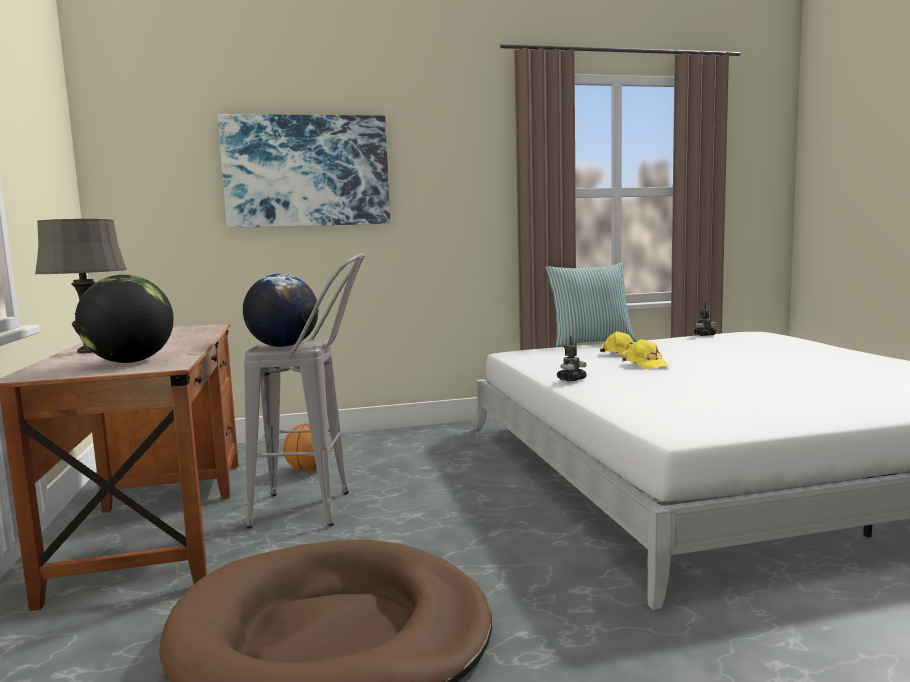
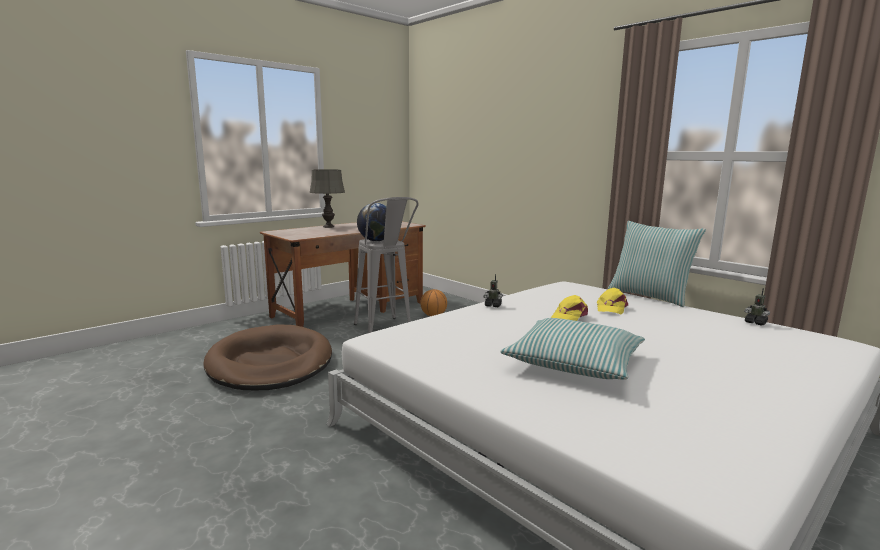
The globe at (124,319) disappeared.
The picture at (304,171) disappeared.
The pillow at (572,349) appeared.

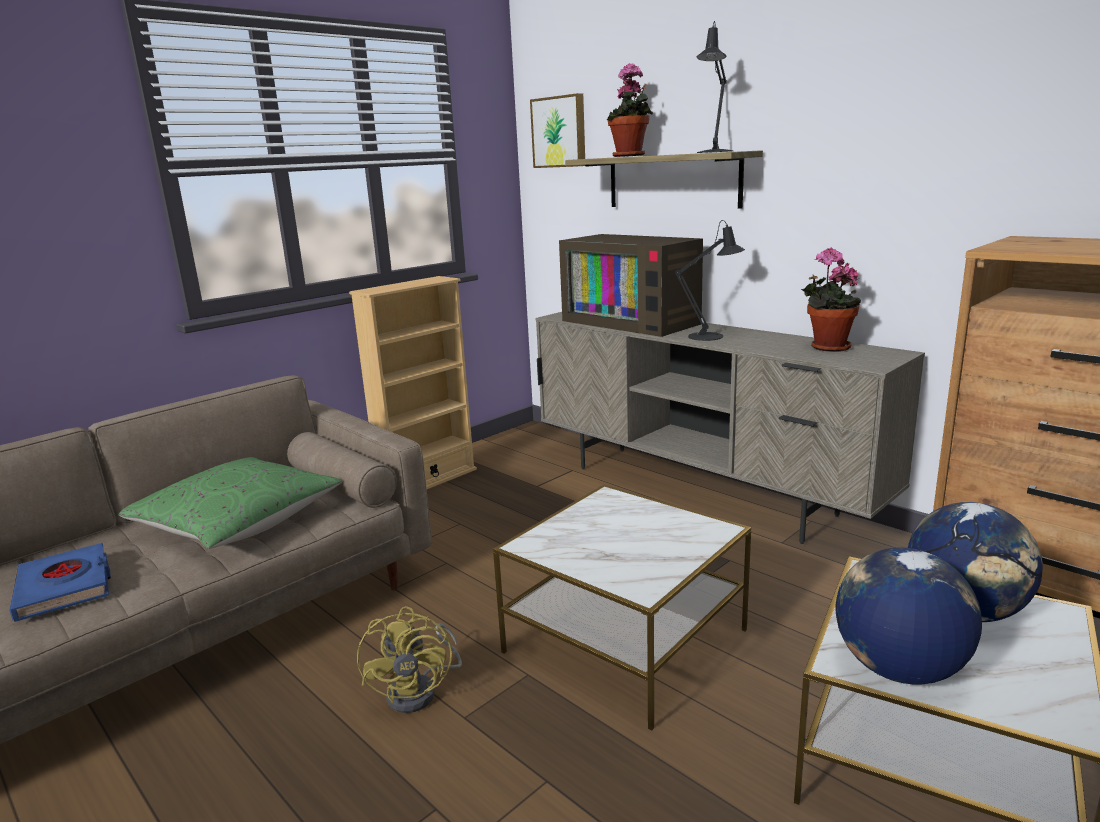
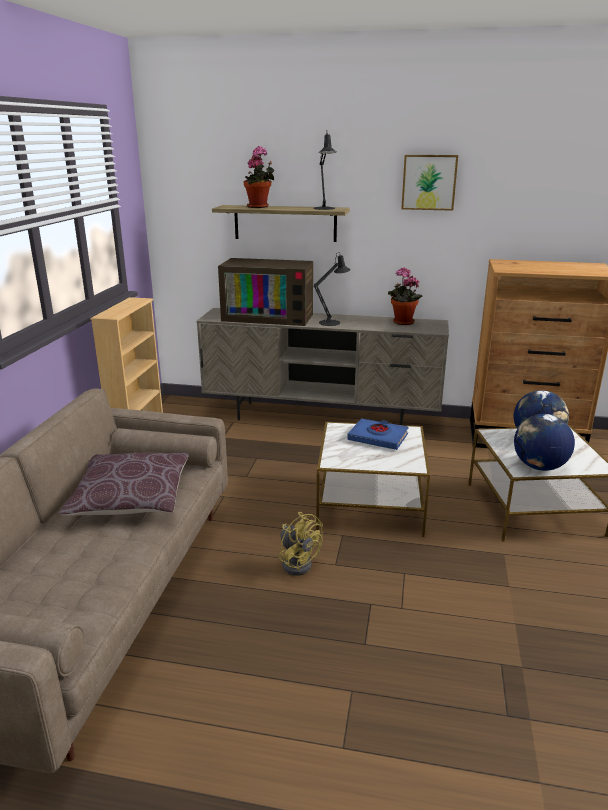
The blue book moved from (60,582) to (378,434).
The picture moved from (557,130) to (429,183).
The green pillow at (230,503) became the brown pillow at (124,484).

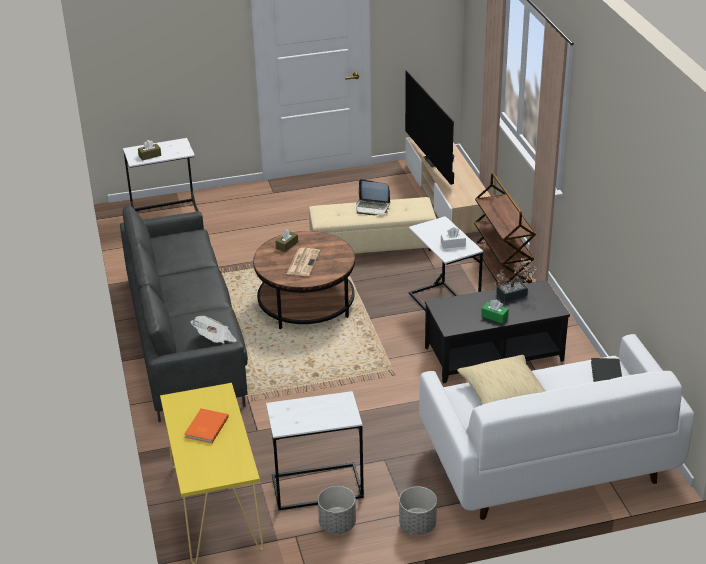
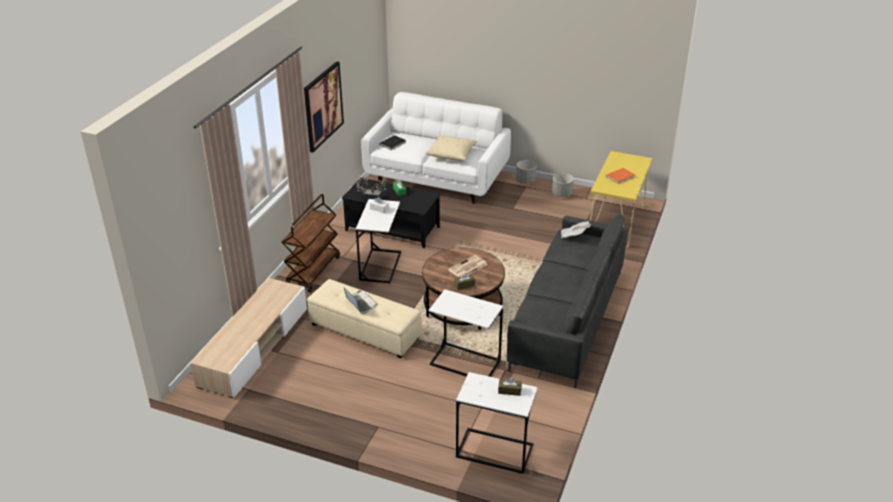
The television at (429,127) disappeared.
The picture at (324,107) appeared.
The white side table moved from (315,450) to (466,333).

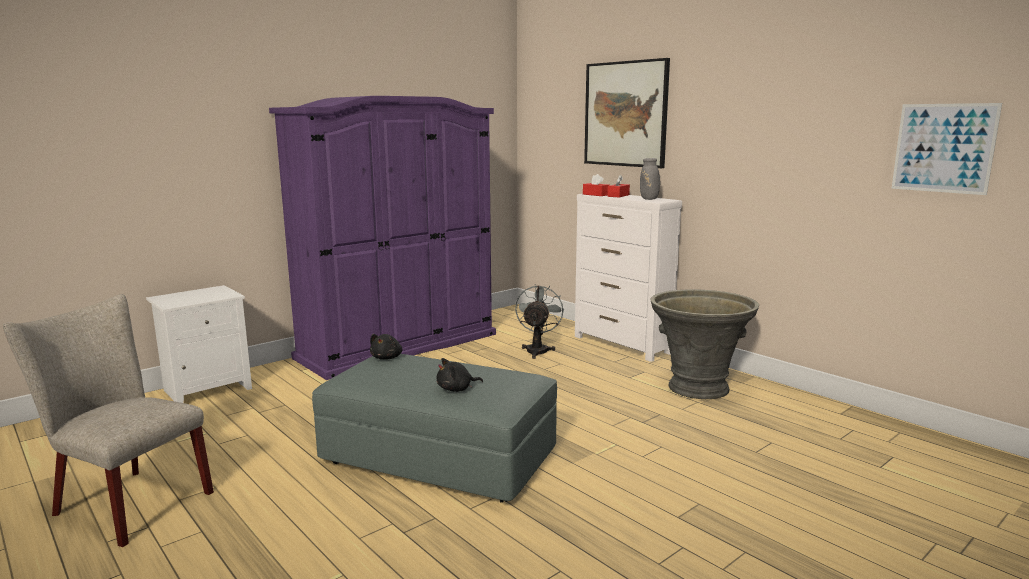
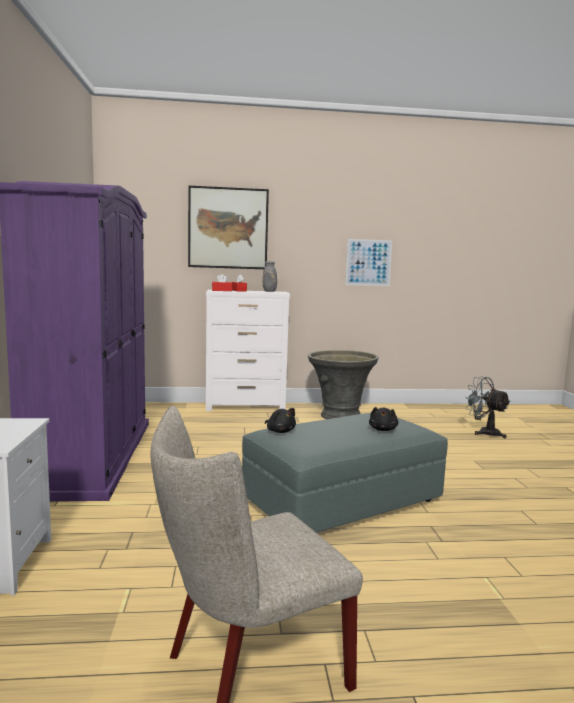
The grey fan moved from (539,321) to (487,407).
The picture moved from (946,149) to (368,262).

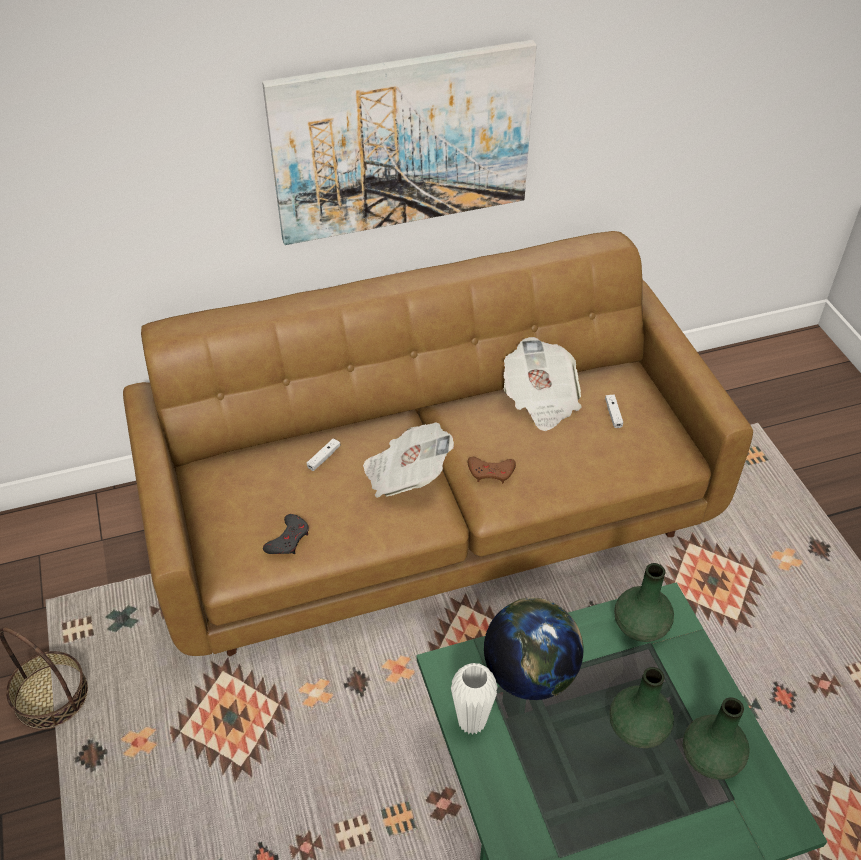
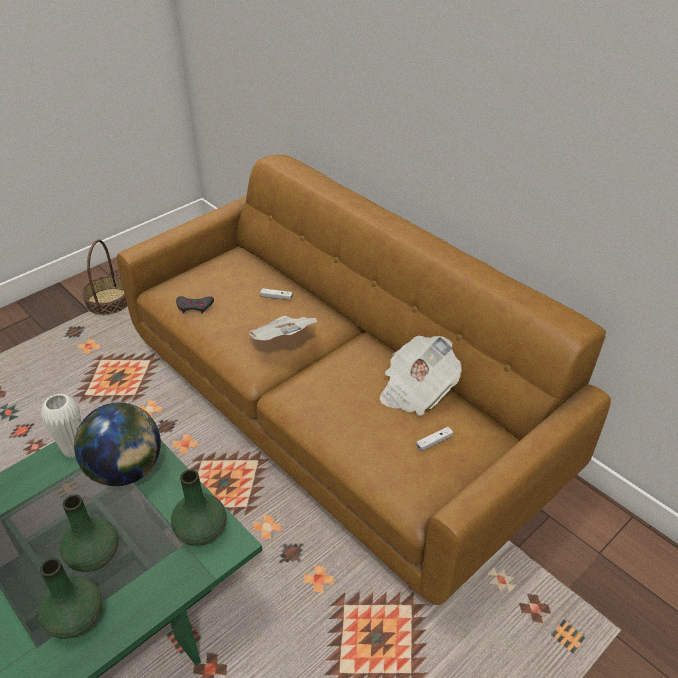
The picture at (399,142) disappeared.
The brown game controller at (492,470) disappeared.

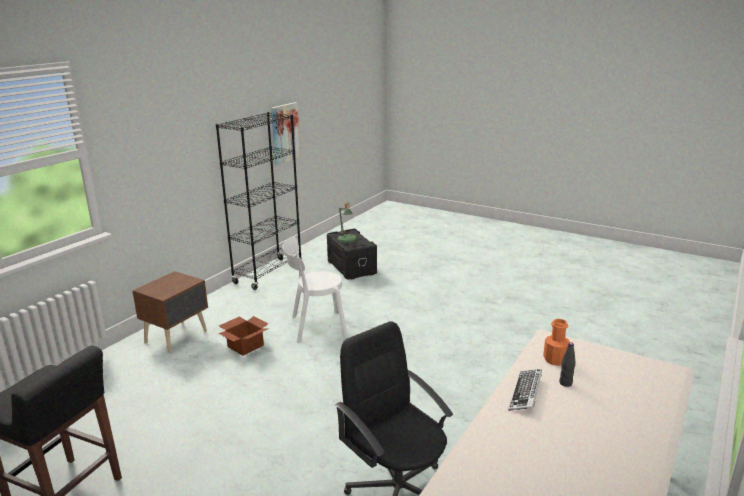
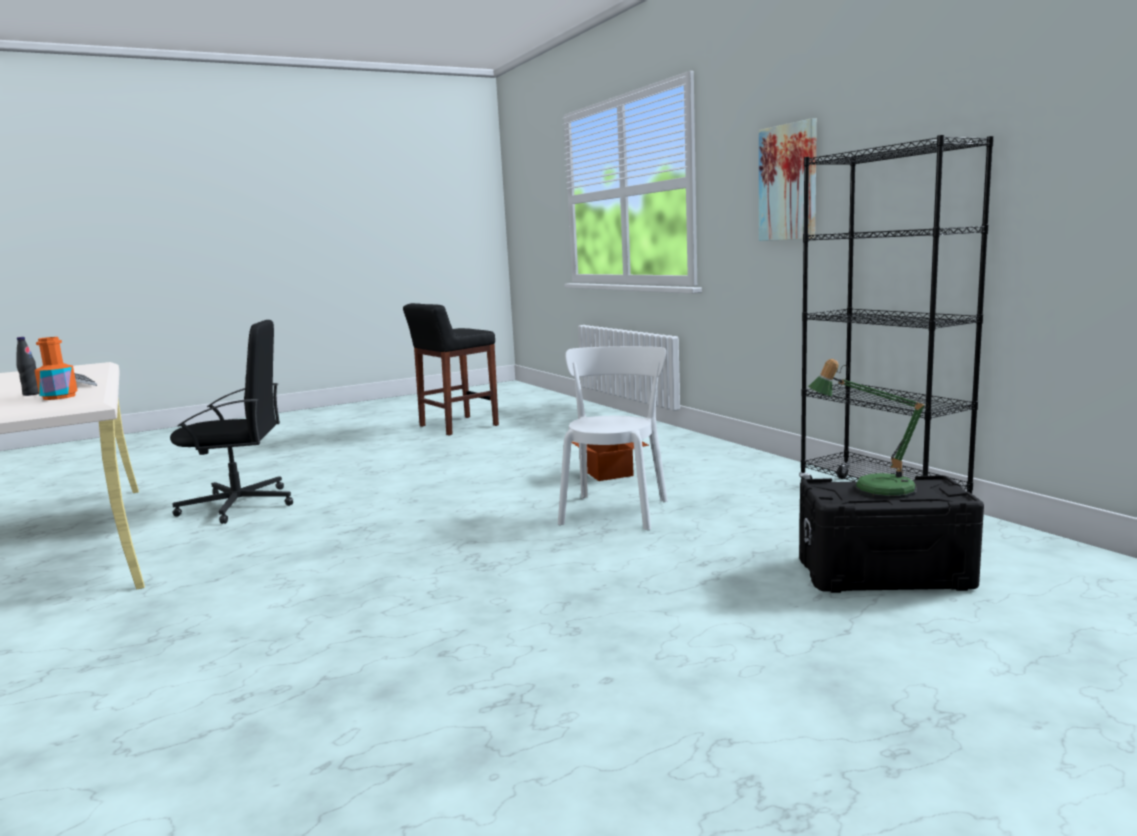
The brown nightstand at (170,312) disappeared.
The picture moved from (286,133) to (788,179).

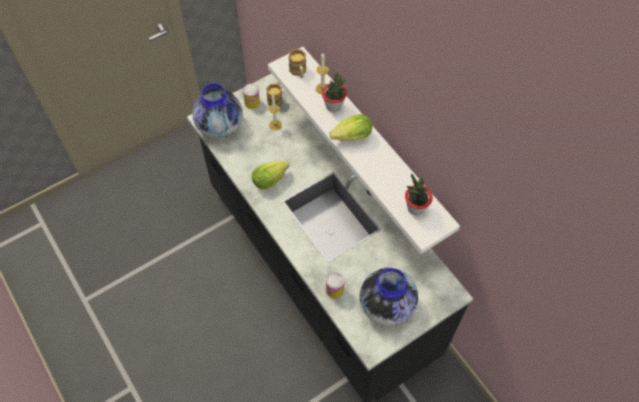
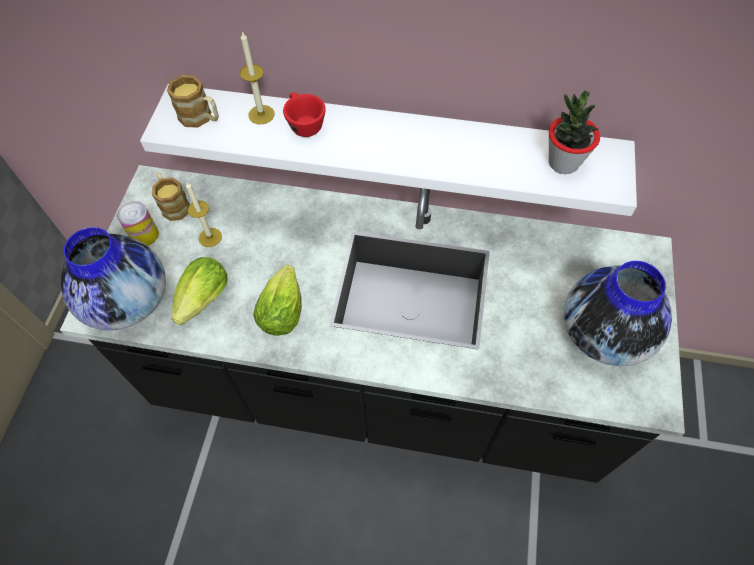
The can at (335,285) disappeared.
The lettuce moved from (350,127) to (200,291).
The potted plant at (334,92) was replaced by the red cup at (304,114).

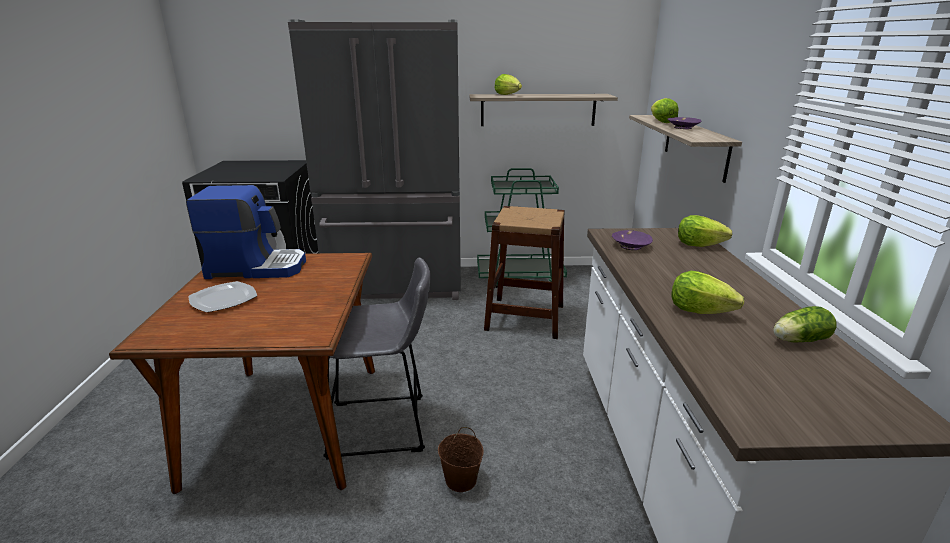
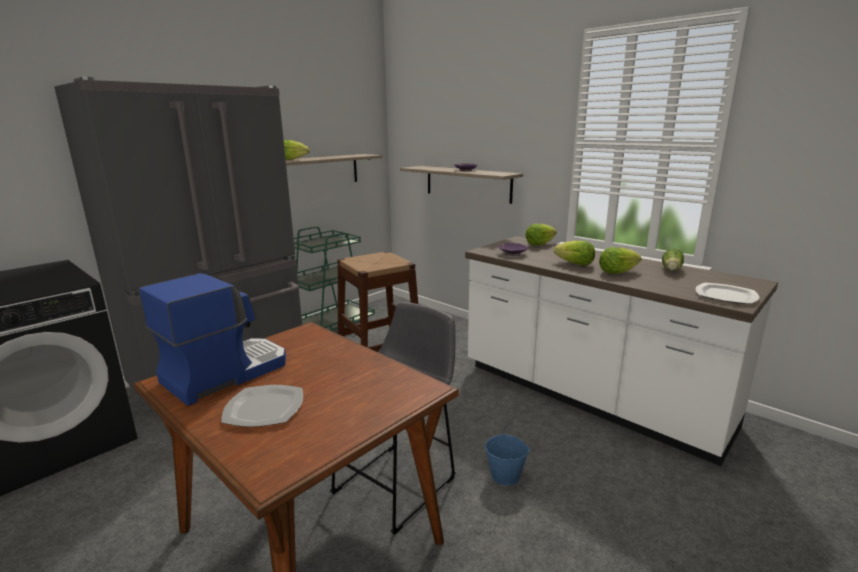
The plate at (728,293) appeared.
The lettuce moved from (665,110) to (574,253).
The brown bucket at (461,459) became the blue bucket at (507,455).

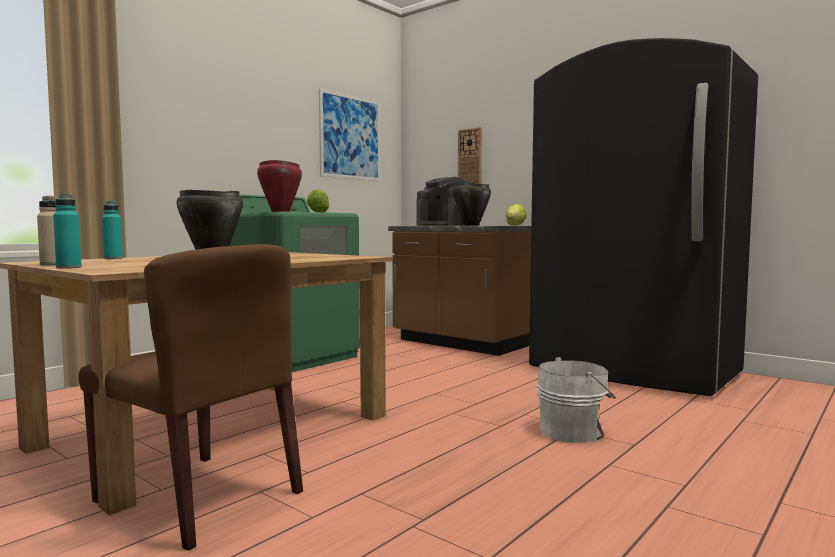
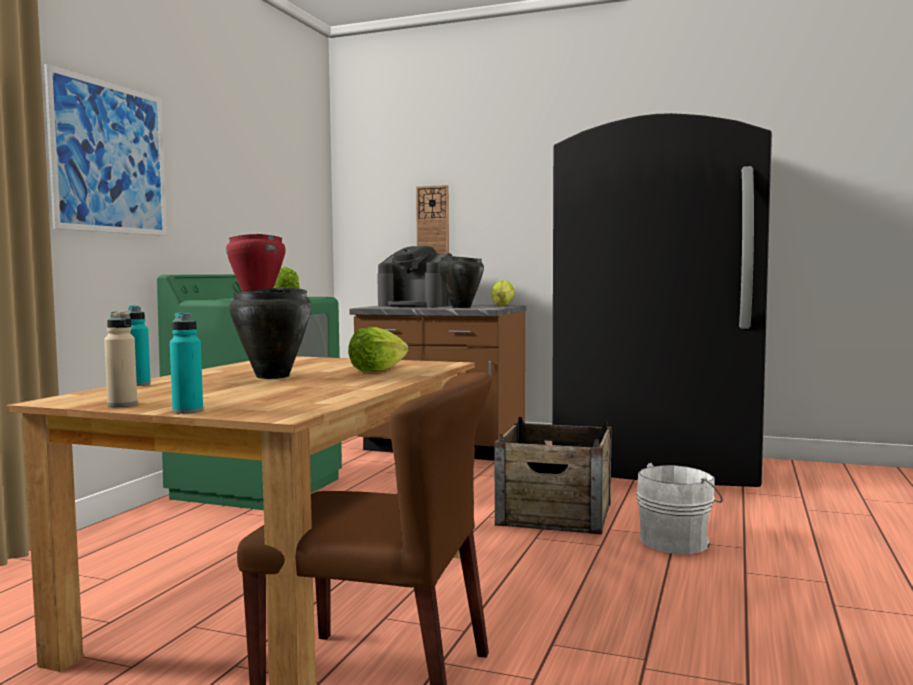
The lettuce at (378,349) appeared.
The crate at (553,475) appeared.
The picture moved from (349,134) to (105,150).

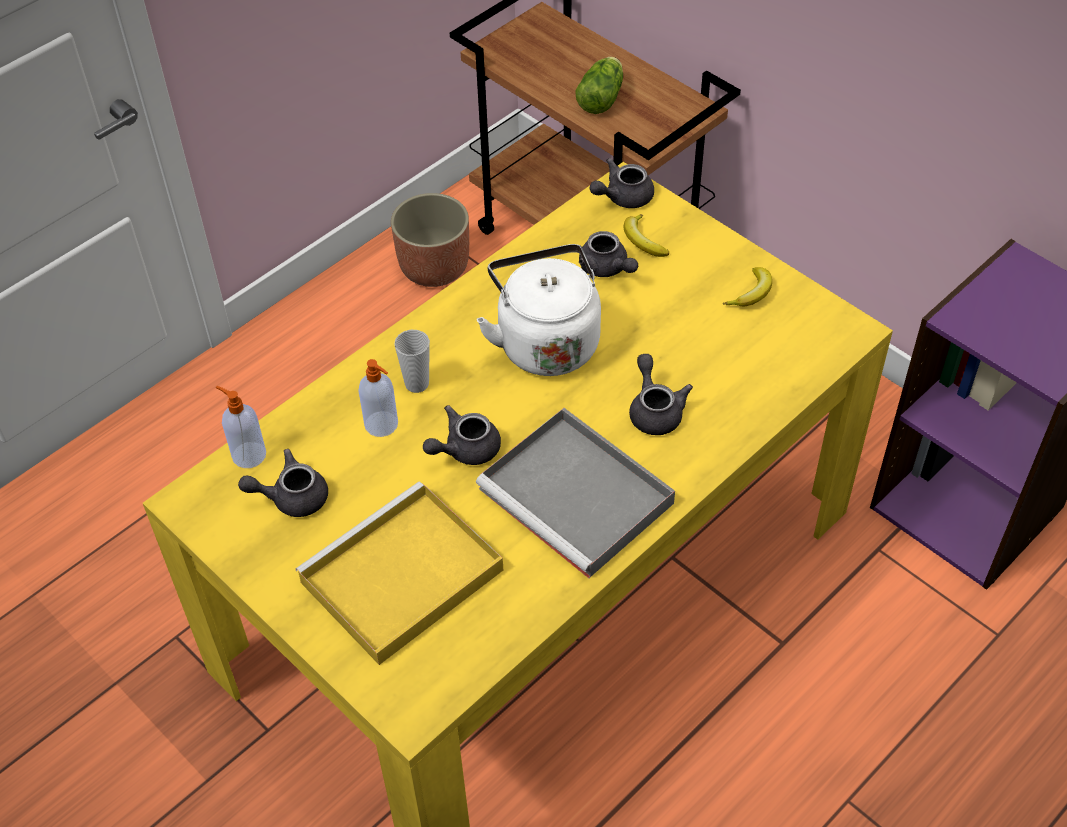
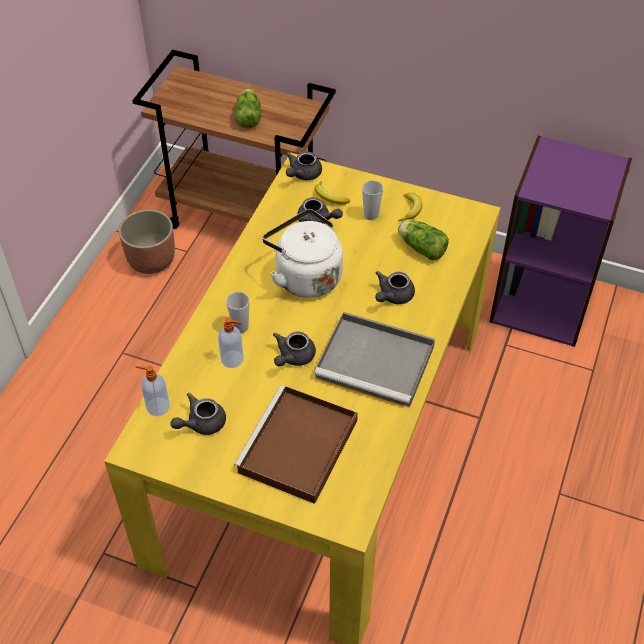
The cup at (372,200) appeared.
The lettuce at (423,240) appeared.
The yellow tray at (399,573) became the brown tray at (296,444).
The grey teapot at (661,394) turned 105 degrees counterclockwise.

